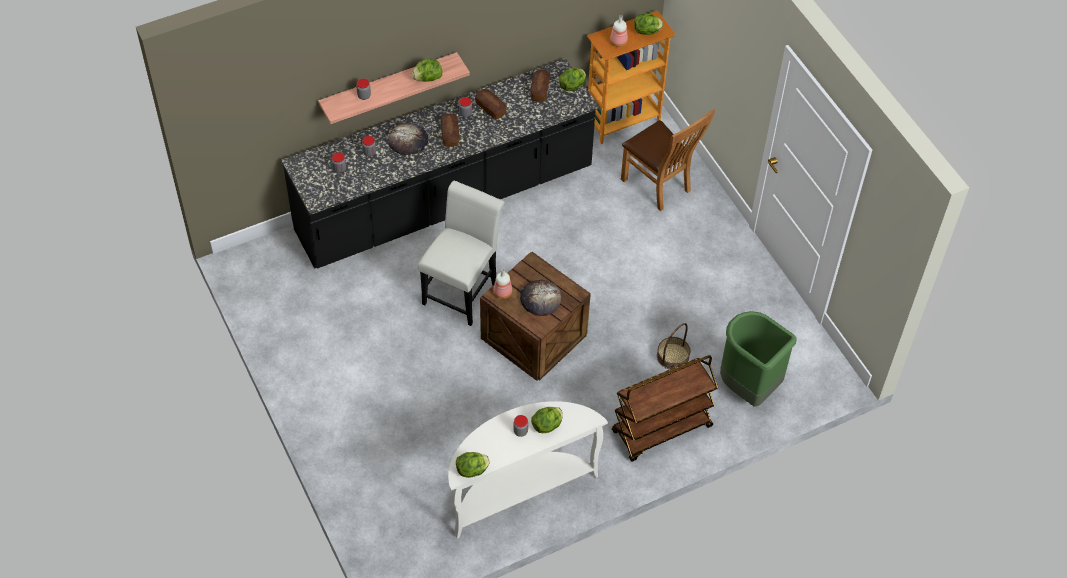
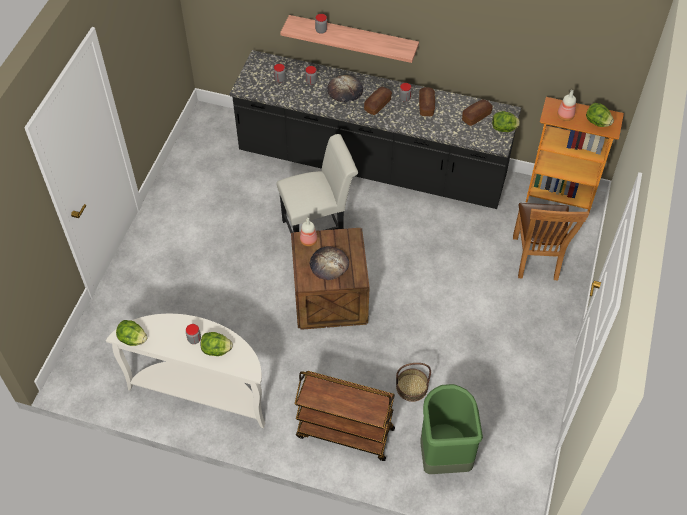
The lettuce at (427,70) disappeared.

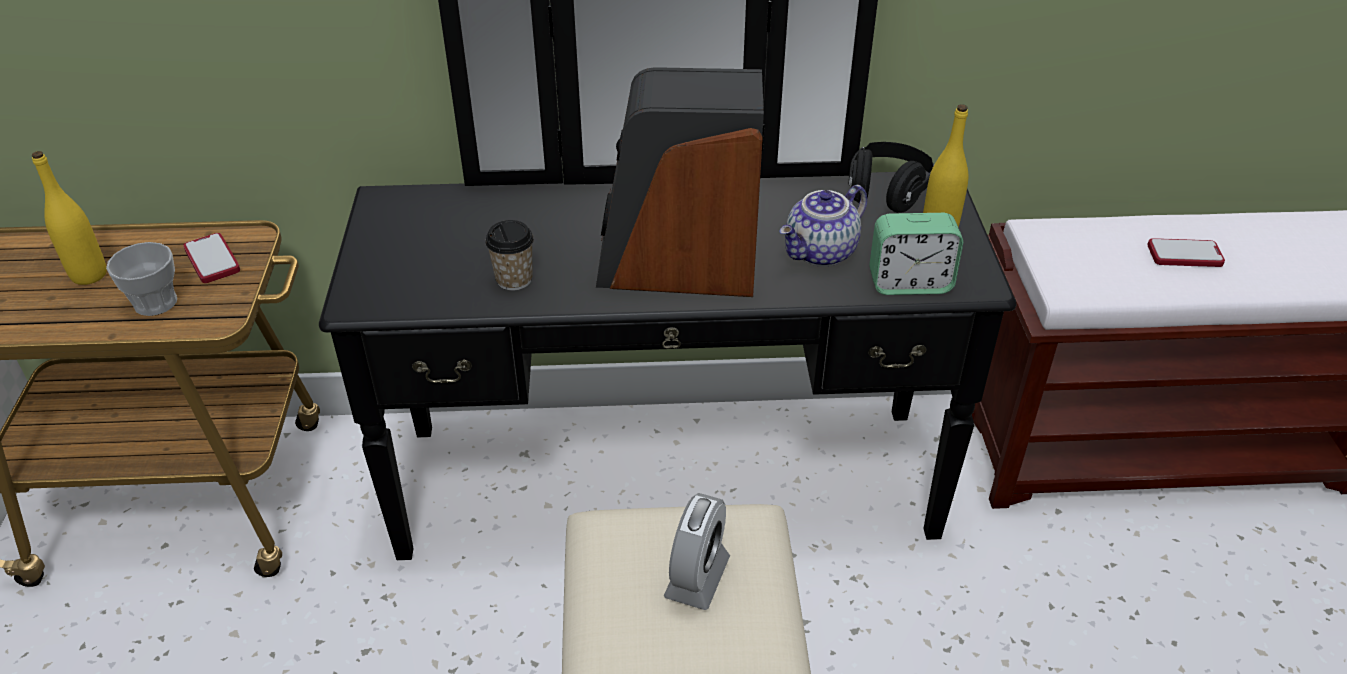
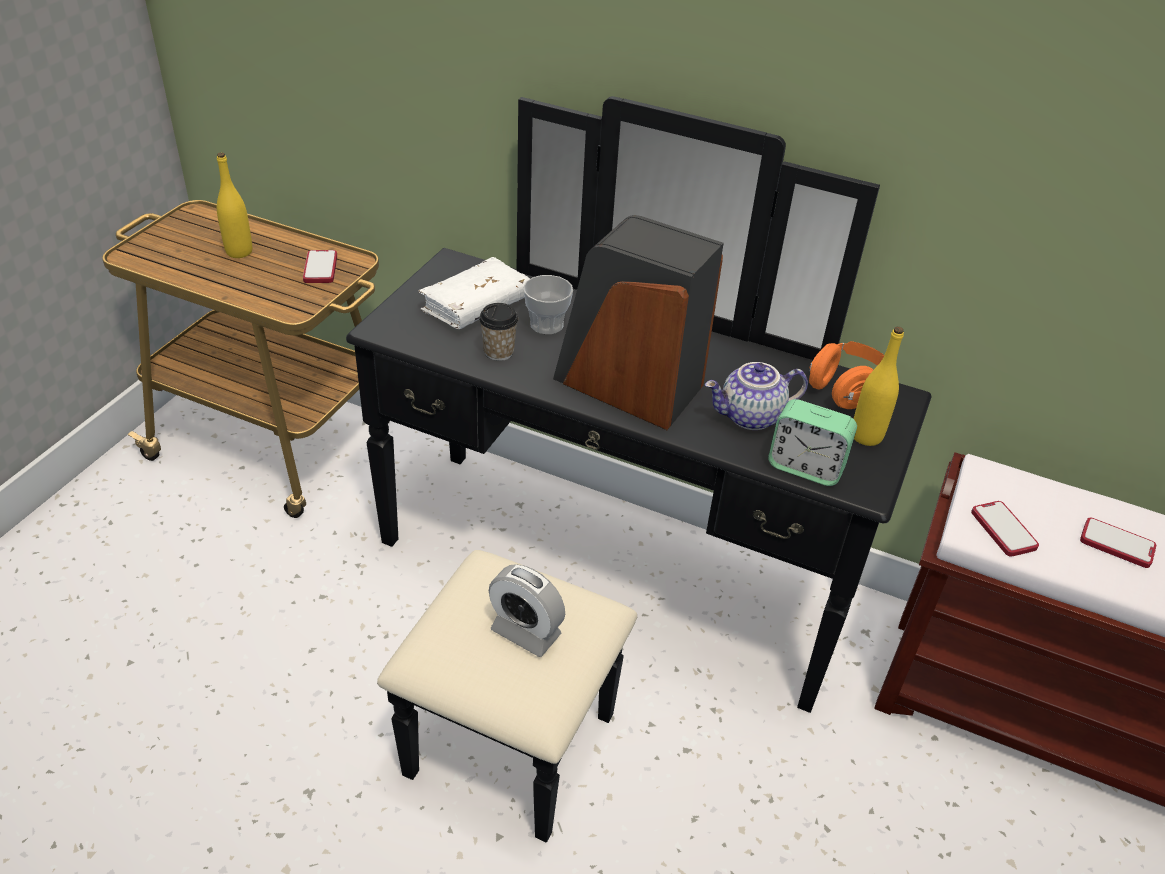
The white book at (474,293) appeared.
The phone at (1005,529) appeared.
The cup moved from (141,279) to (548,304).
The black headphones at (891,177) became the orange headphones at (846,375).
The alarm clock at (697,551) turned 75 degrees clockwise.

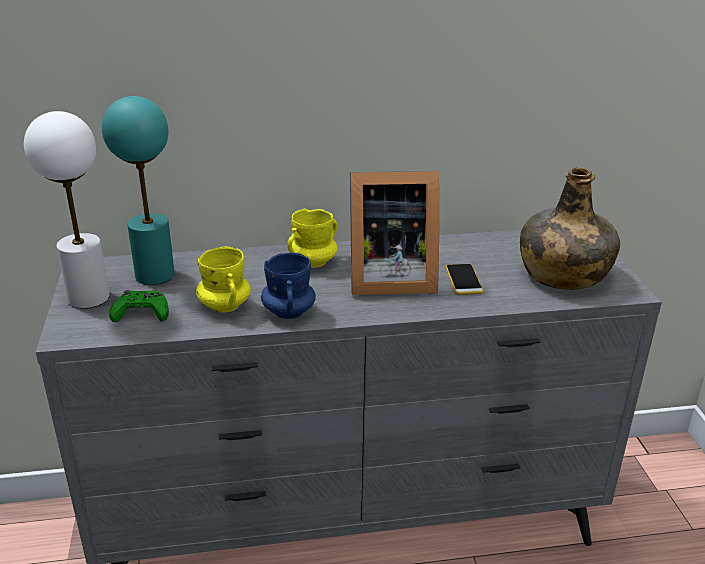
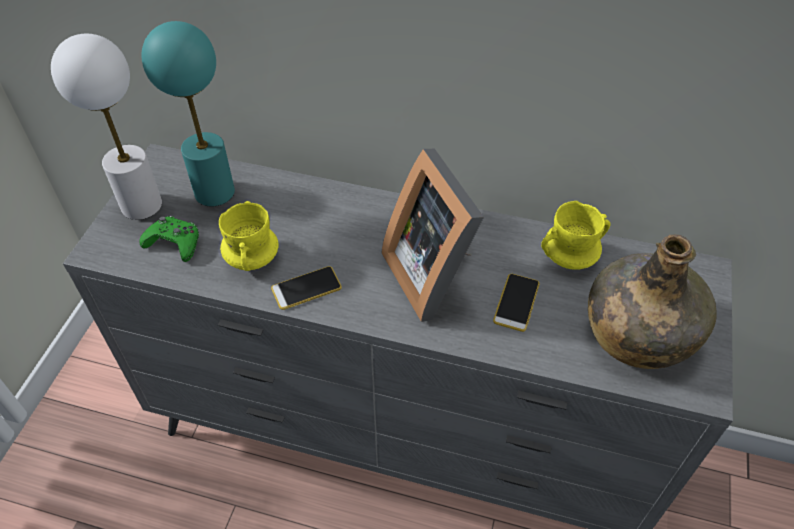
The yellow mug moved from (312,238) to (576,235).
The blue mug at (288,286) was replaced by the phone at (306,288).
The picture frame at (394,232) turned 45 degrees clockwise.

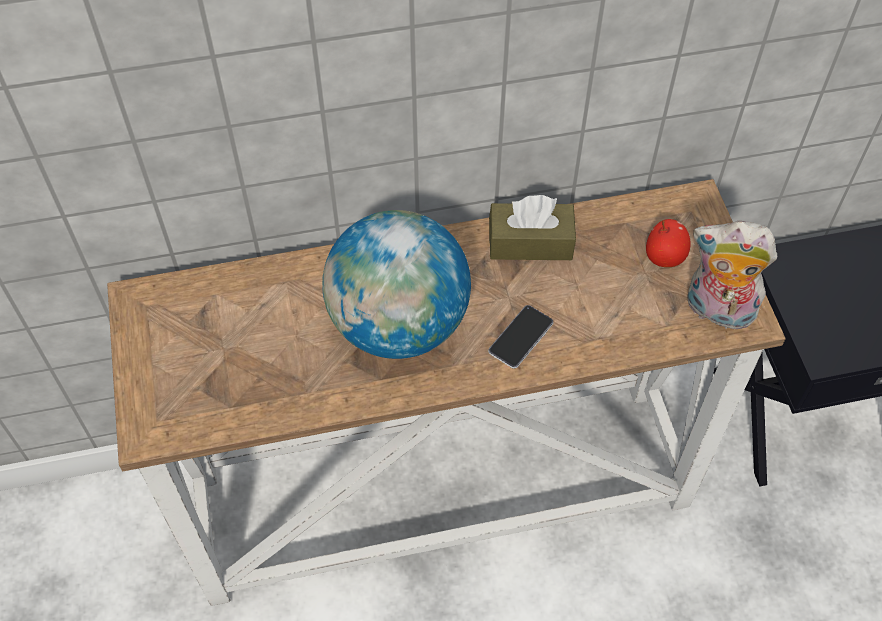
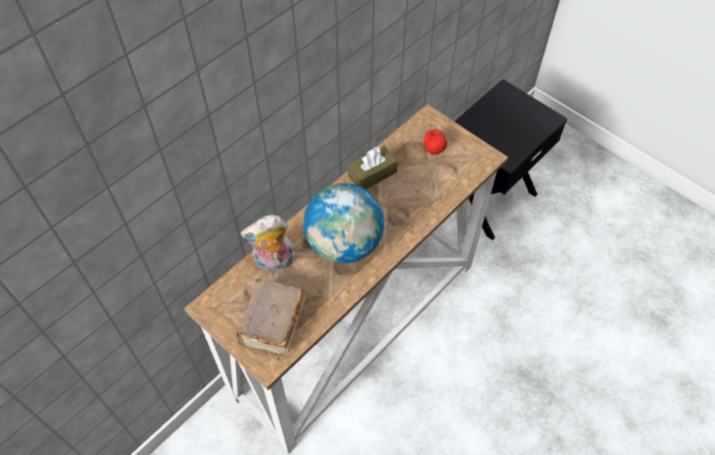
The phone at (520,337) disappeared.
The brown book at (271,317) appeared.
The plush toy moved from (732,275) to (267,243).

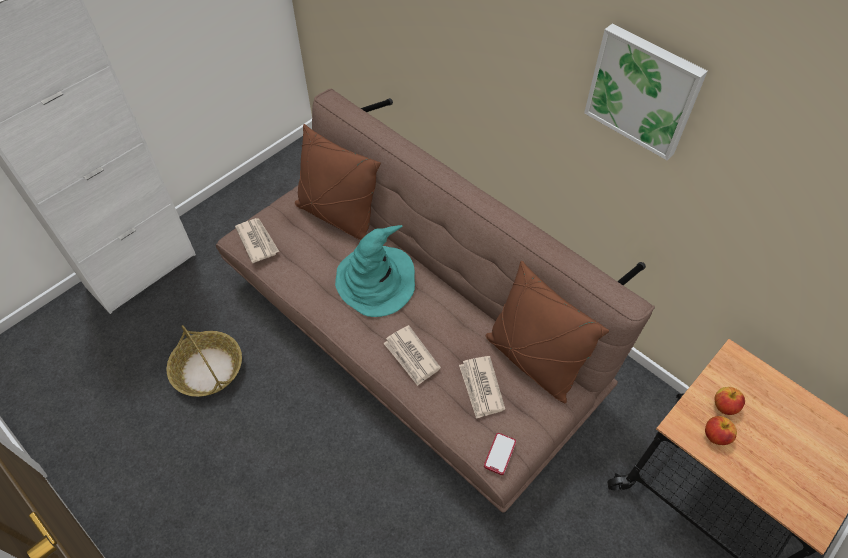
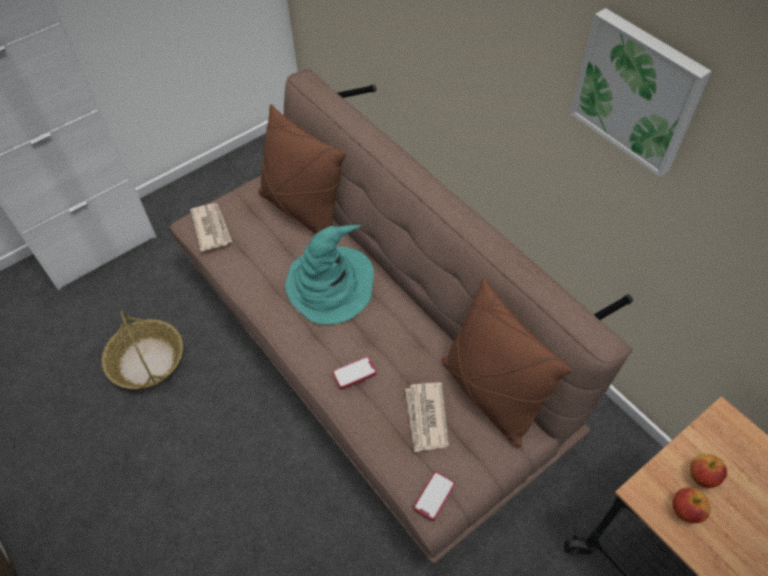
The newspaper at (412,355) was replaced by the phone at (354,372).

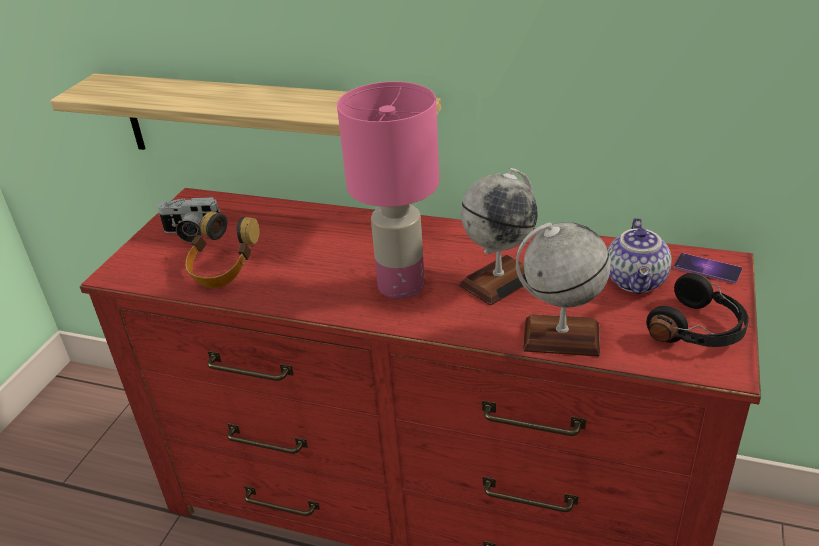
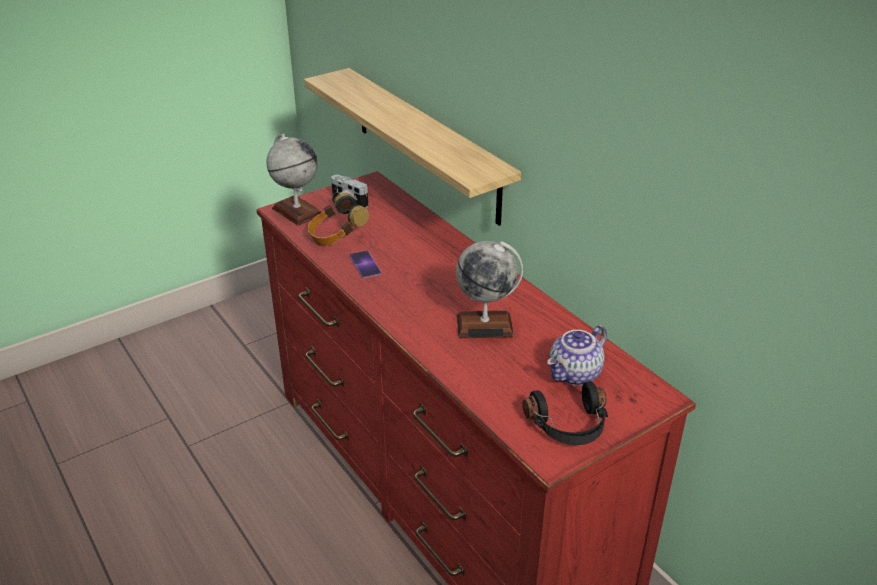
The pink table lamp at (388,190) disappeared.
The globe moved from (563,289) to (293,180).
The phone moved from (708,268) to (365,264).

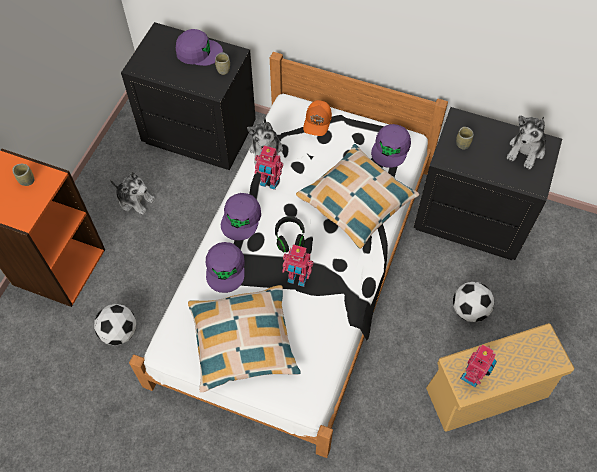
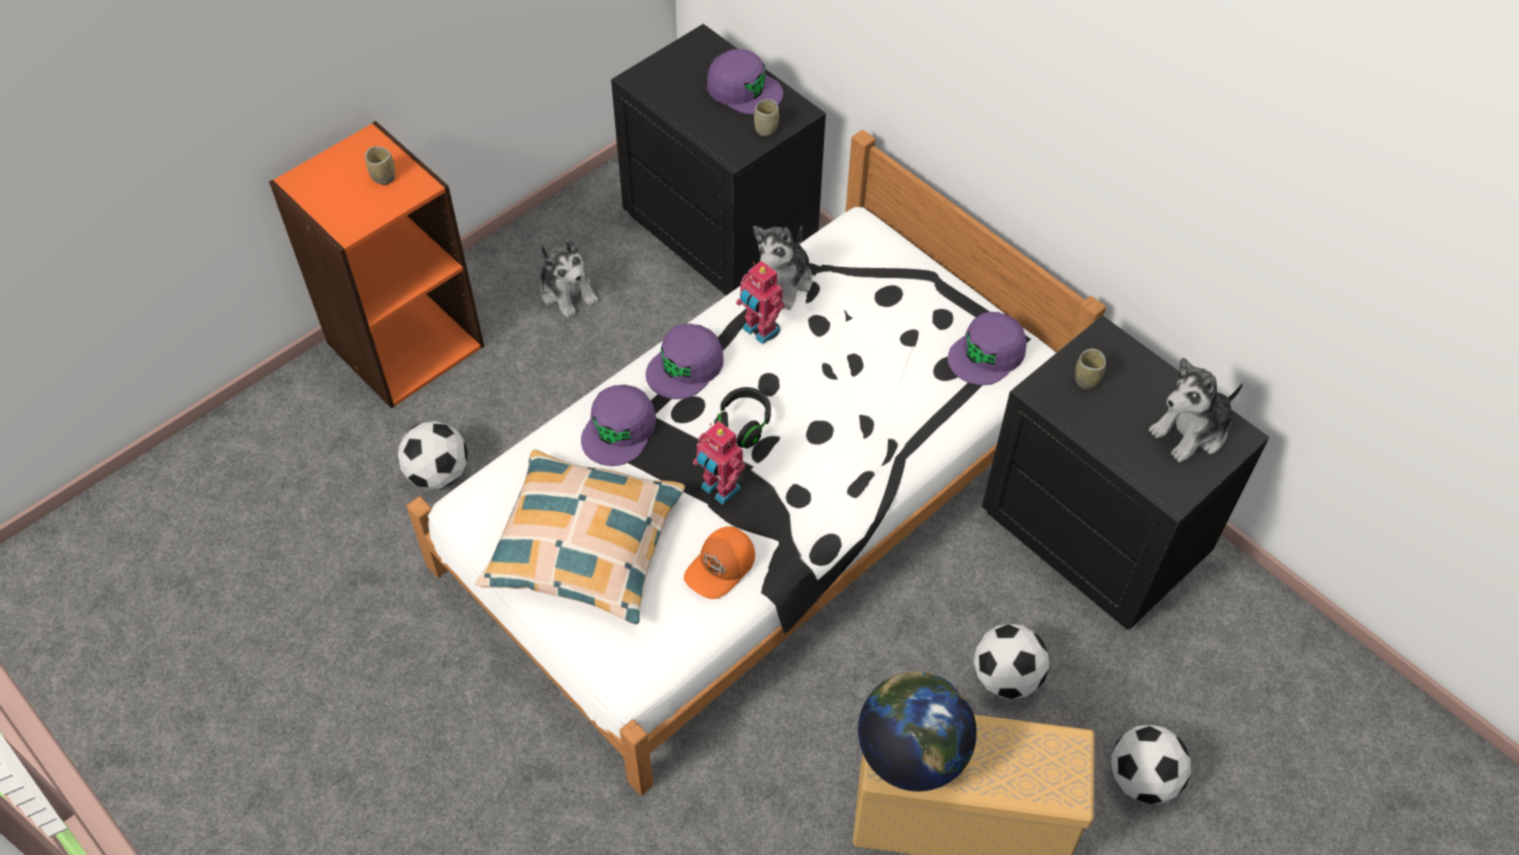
The pillow at (358,196) disappeared.
The football at (1151,764) appeared.
The orange cap moved from (317,118) to (719,562).
The toy robot at (478,366) was replaced by the globe at (917,731).

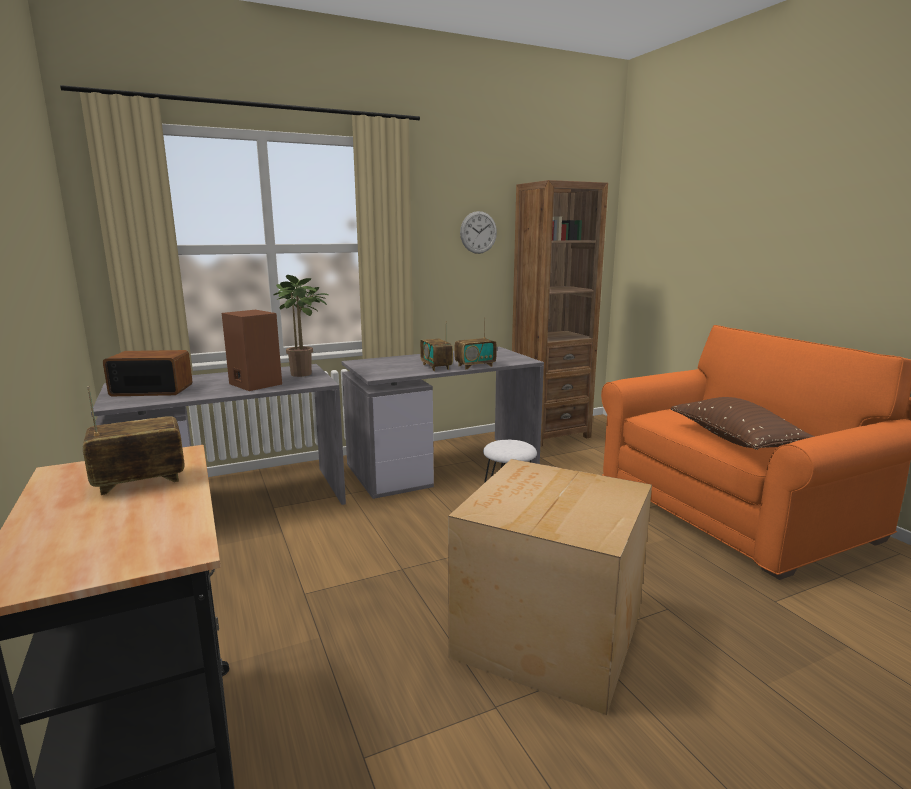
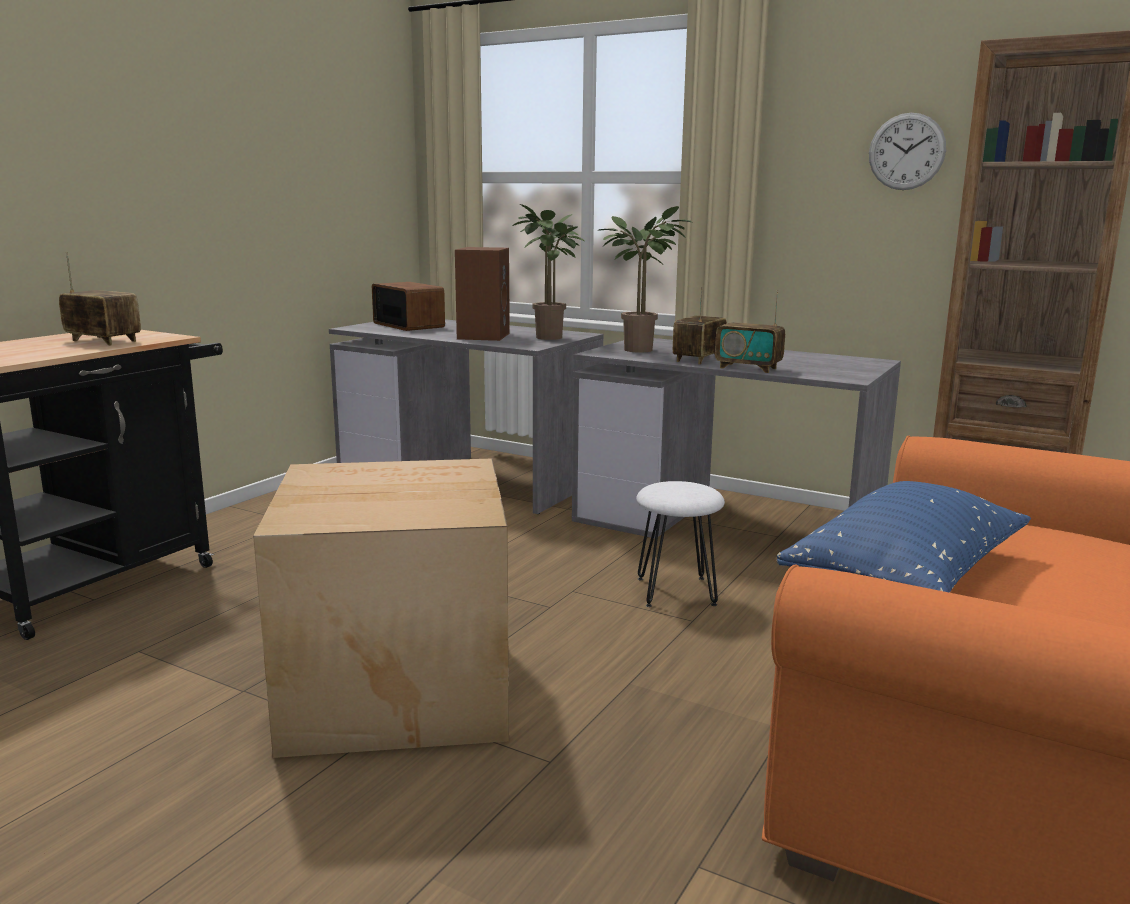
The potted plant at (645,279) appeared.
The brown pillow at (743,423) became the blue pillow at (904,537).

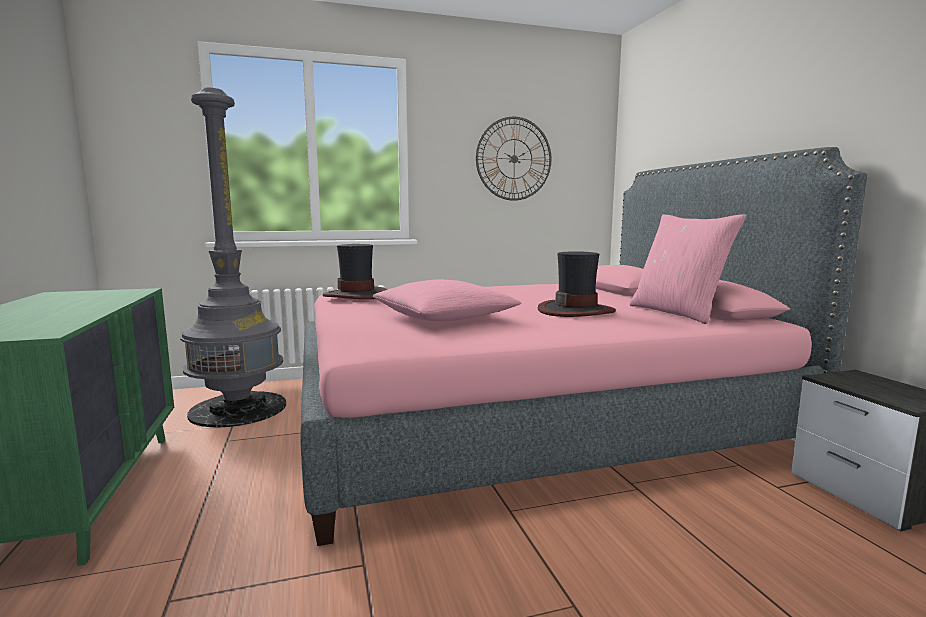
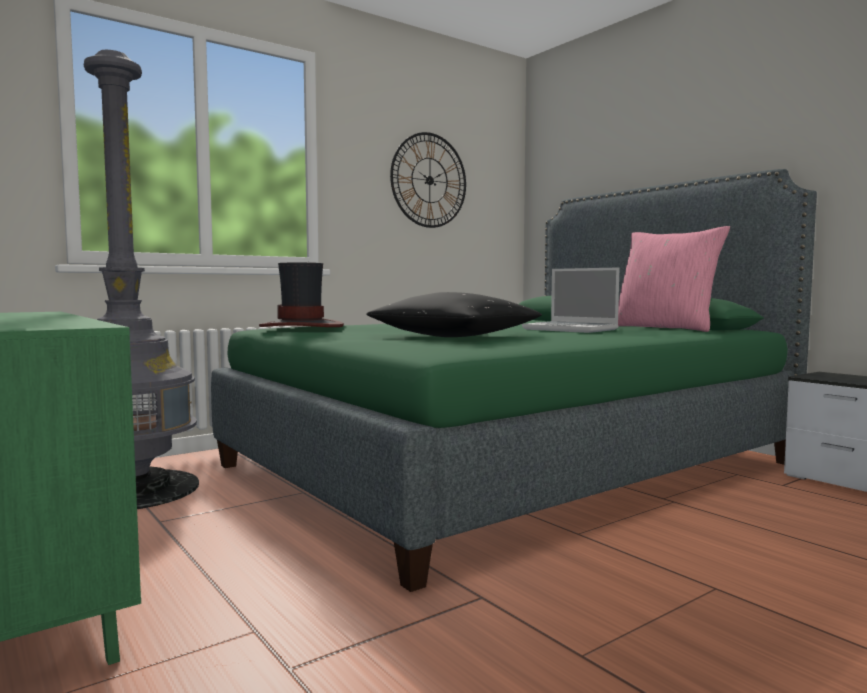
The hat at (577,284) was replaced by the laptop at (570,300).
The pink bed at (583,346) became the green bed at (514,380).
The pink pillow at (447,300) became the black pillow at (454,314).

